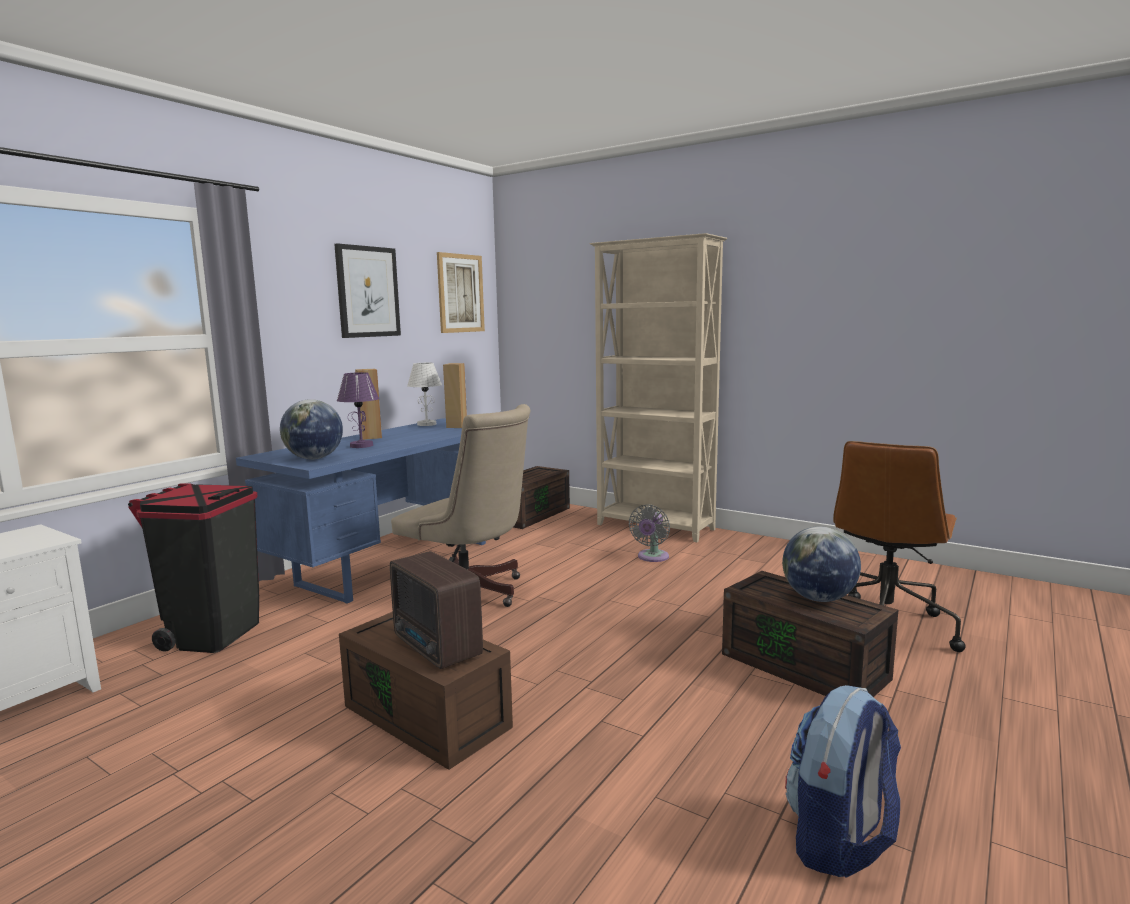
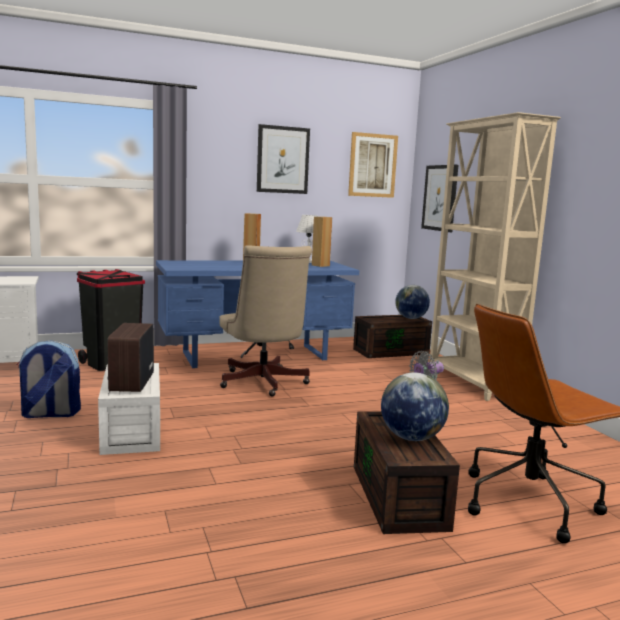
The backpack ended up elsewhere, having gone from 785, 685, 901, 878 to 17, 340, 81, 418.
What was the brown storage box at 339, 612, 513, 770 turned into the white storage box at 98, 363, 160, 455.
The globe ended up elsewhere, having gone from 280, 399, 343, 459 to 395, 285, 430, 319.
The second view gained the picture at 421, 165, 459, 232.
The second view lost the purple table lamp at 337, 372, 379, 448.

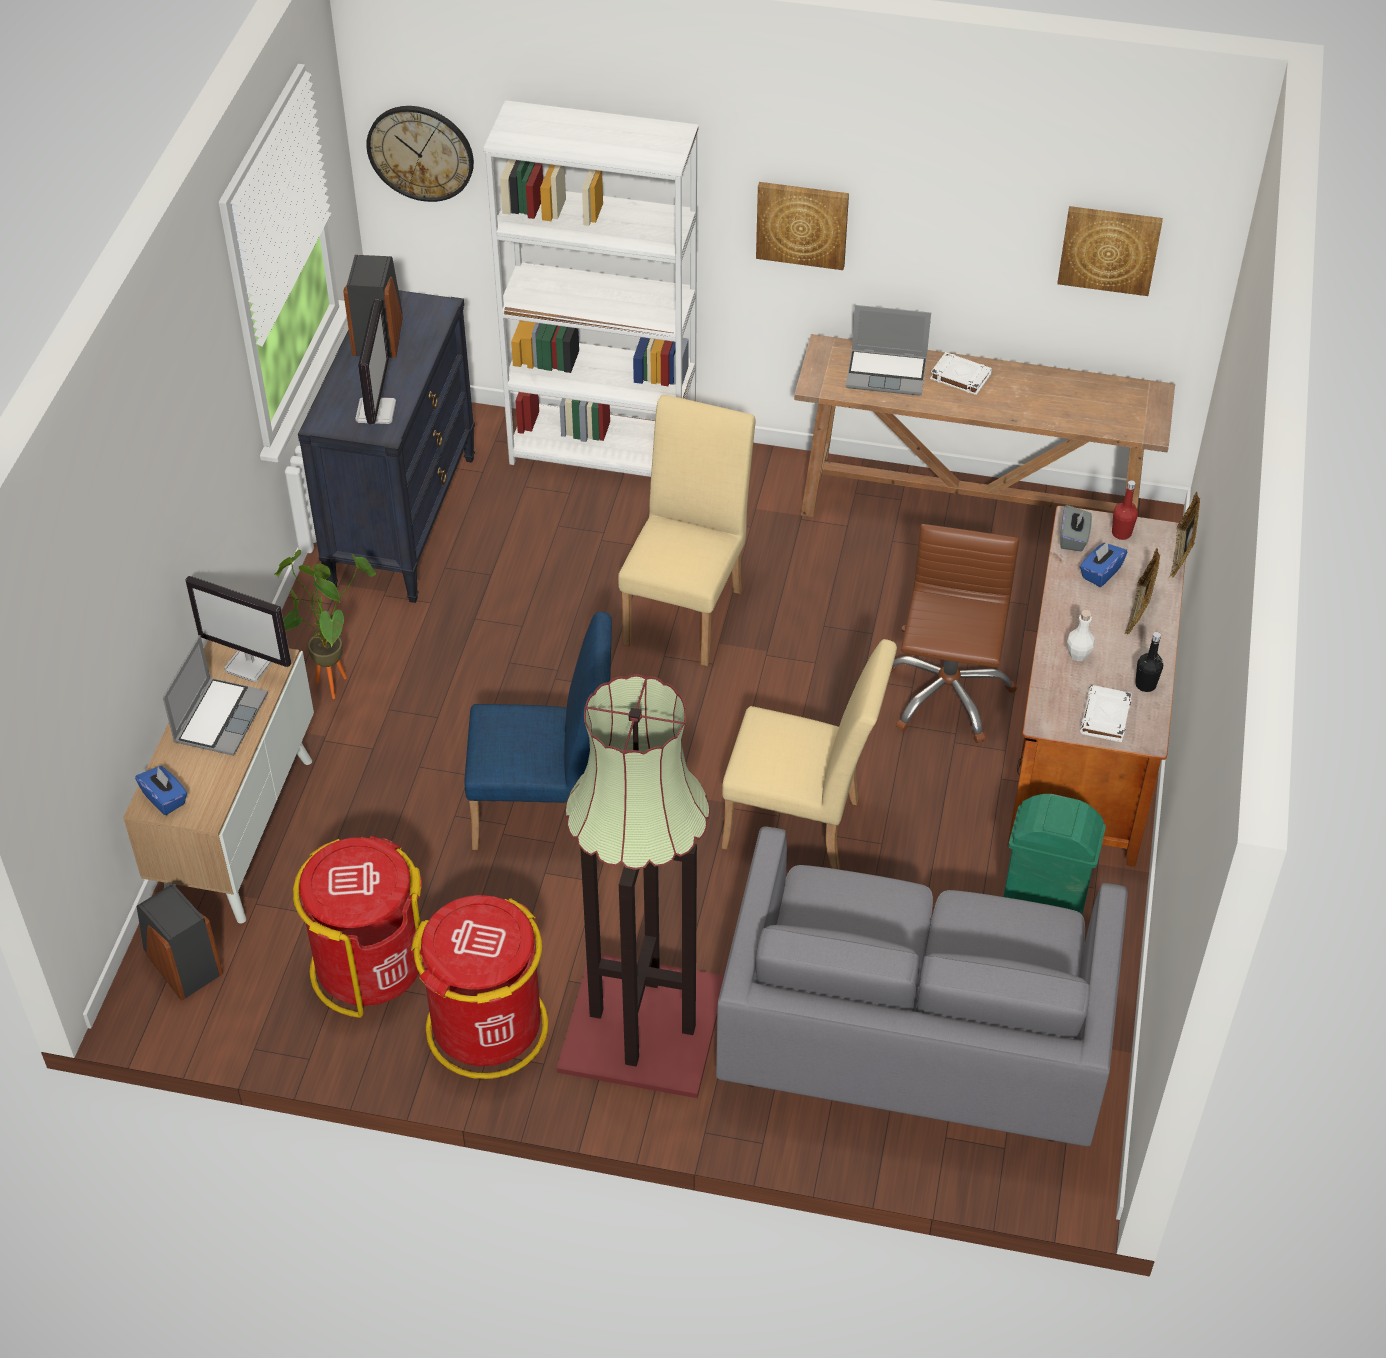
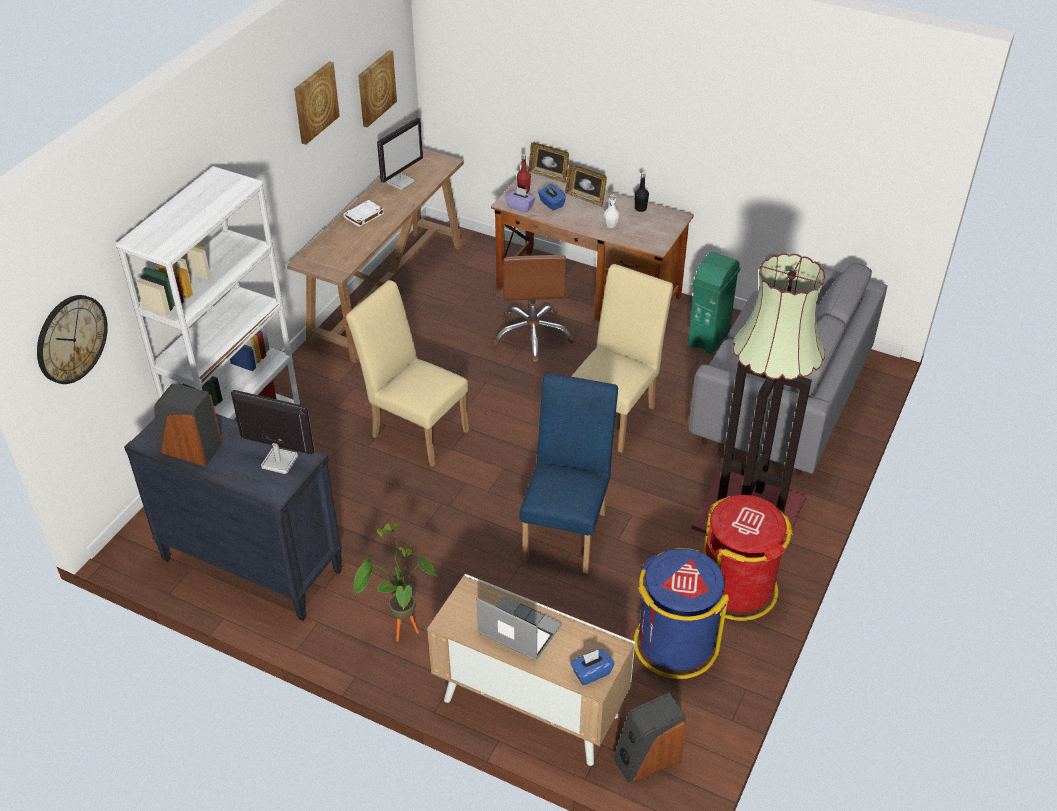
The picture ended up elsewhere, having gone from 756, 182, 849, 270 to 294, 61, 340, 145.
The monitor ended up elsewhere, having gone from 185, 576, 292, 682 to 377, 117, 423, 190.
The brown office chair at 891, 524, 1019, 743 ended up facing another way, 120 degrees counterclockwise from before.
What was the grey tissue box at 1060, 505, 1092, 551 turned into the purple tissue box at 505, 187, 536, 212.
What was the red trash can at 293, 836, 423, 1018 turned into the blue trash can at 633, 548, 729, 679.
The second view lost the laptop at 846, 305, 931, 396.
The second view lost the white book at 1080, 685, 1132, 742.

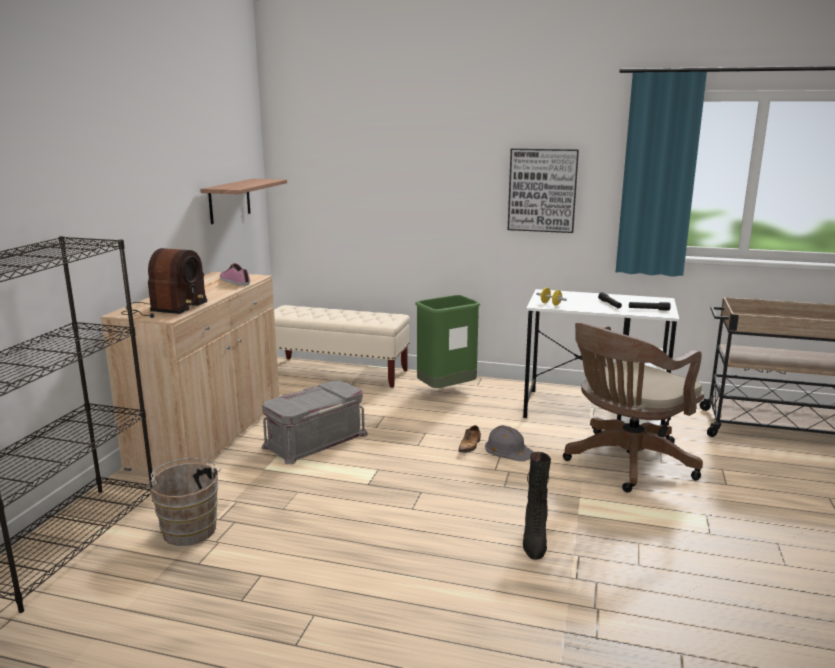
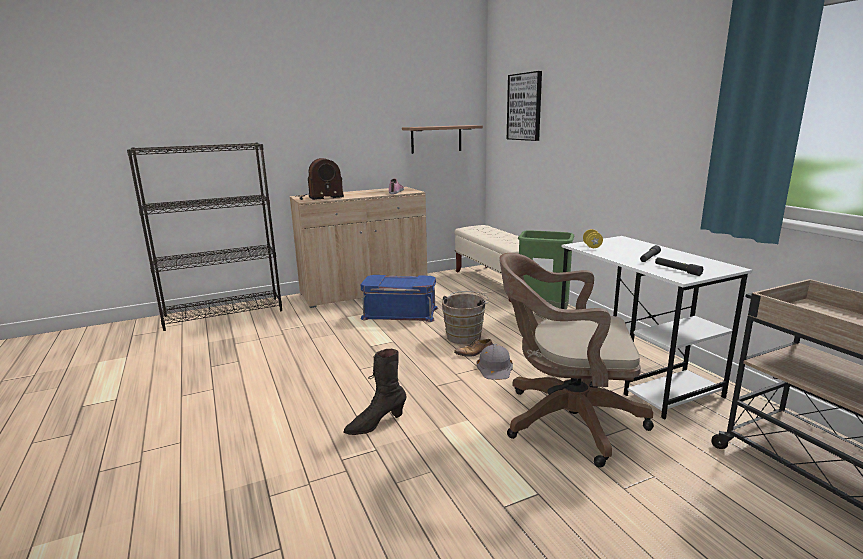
What was the grey storage box at 262, 381, 368, 464 turned into the blue storage box at 361, 275, 438, 322.
The brown bucket ended up elsewhere, having gone from 146, 458, 221, 546 to 442, 291, 489, 344.
The picture ended up elsewhere, having gone from 508, 148, 579, 233 to 507, 71, 542, 141.

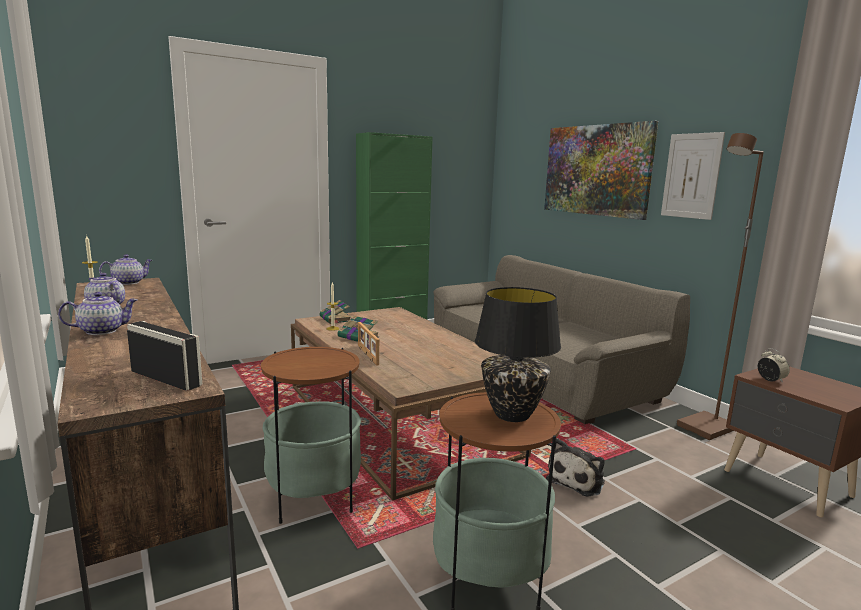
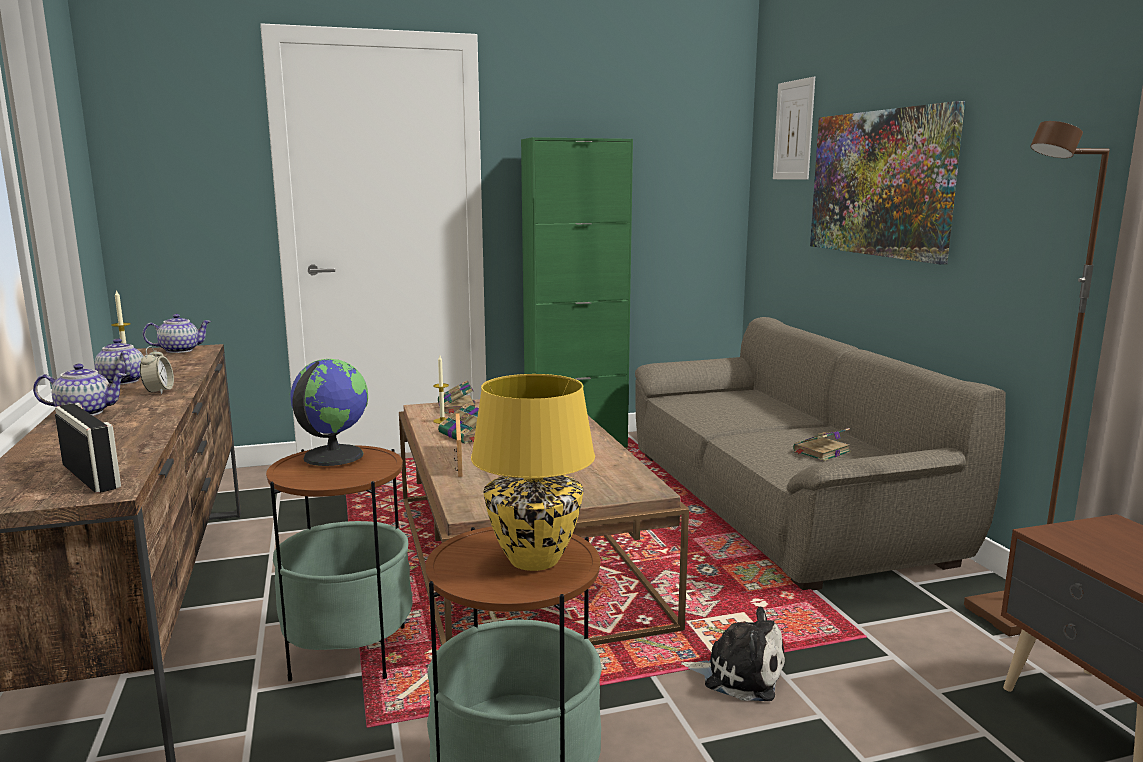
The alarm clock ended up elsewhere, having gone from 758, 348, 790, 383 to 140, 346, 174, 394.
The second view gained the globe at 290, 359, 368, 466.
What was the black table lamp at 475, 287, 561, 422 turned into the yellow table lamp at 471, 374, 595, 571.
The plush toy at 546, 438, 605, 497 ended up facing another way, 120 degrees counterclockwise from before.
The picture ended up elsewhere, having gone from 661, 132, 725, 220 to 773, 77, 815, 180.
The second view gained the book at 793, 428, 851, 461.

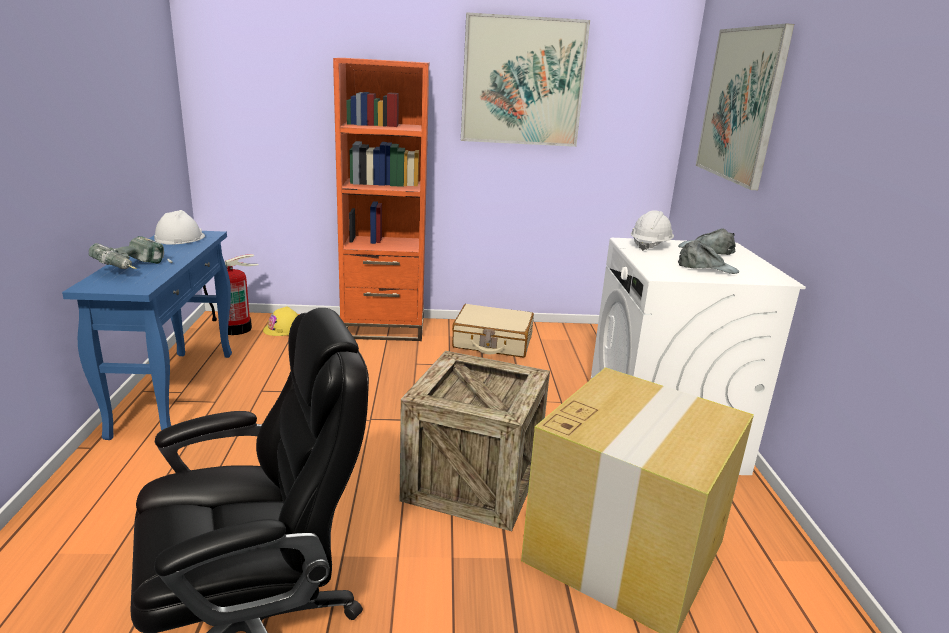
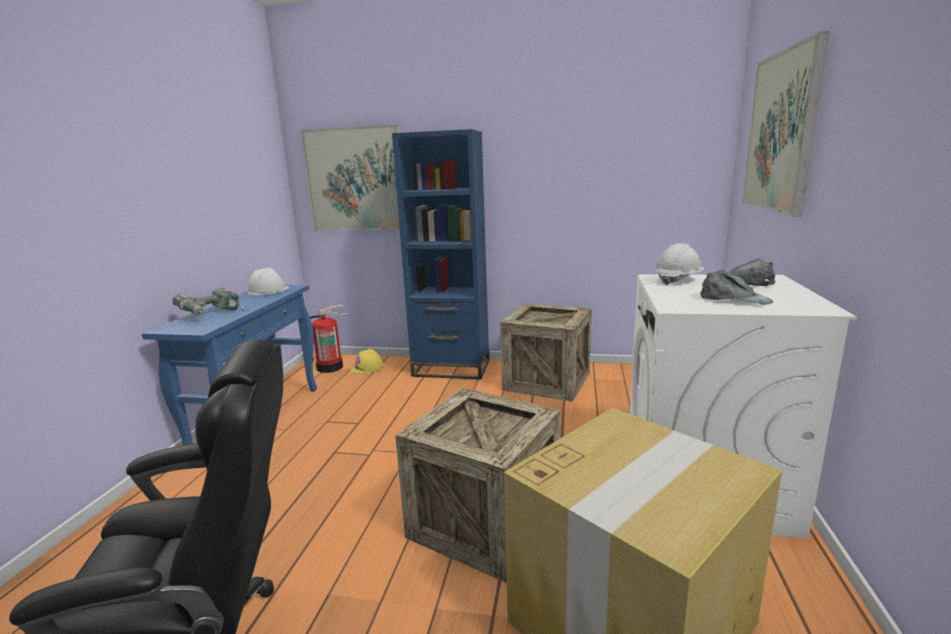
The picture ended up elsewhere, having gone from 461, 12, 590, 147 to 300, 124, 400, 231.
What was the orange bookcase at 333, 58, 430, 341 turned into the blue bookcase at 392, 129, 489, 380.
Where the beige suitcase stood at 452, 304, 534, 358, the crate came to stand at 500, 303, 592, 402.

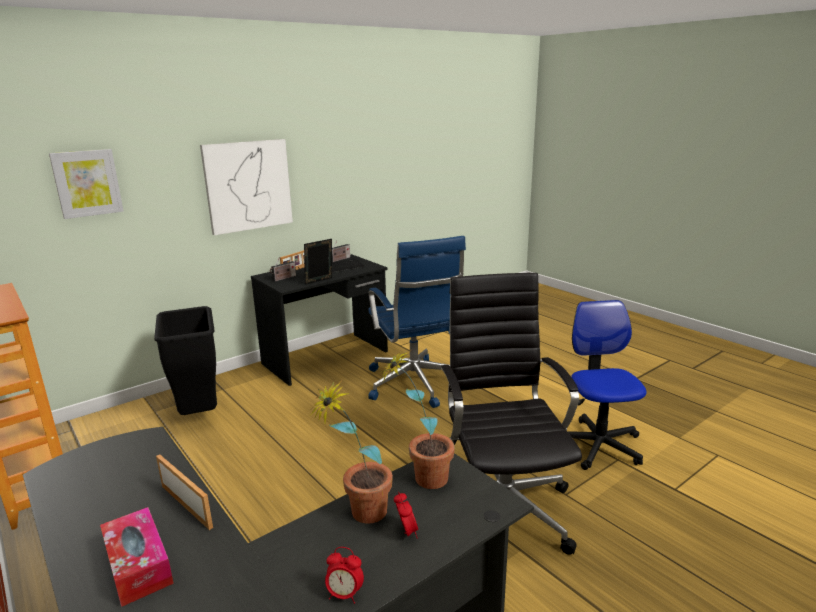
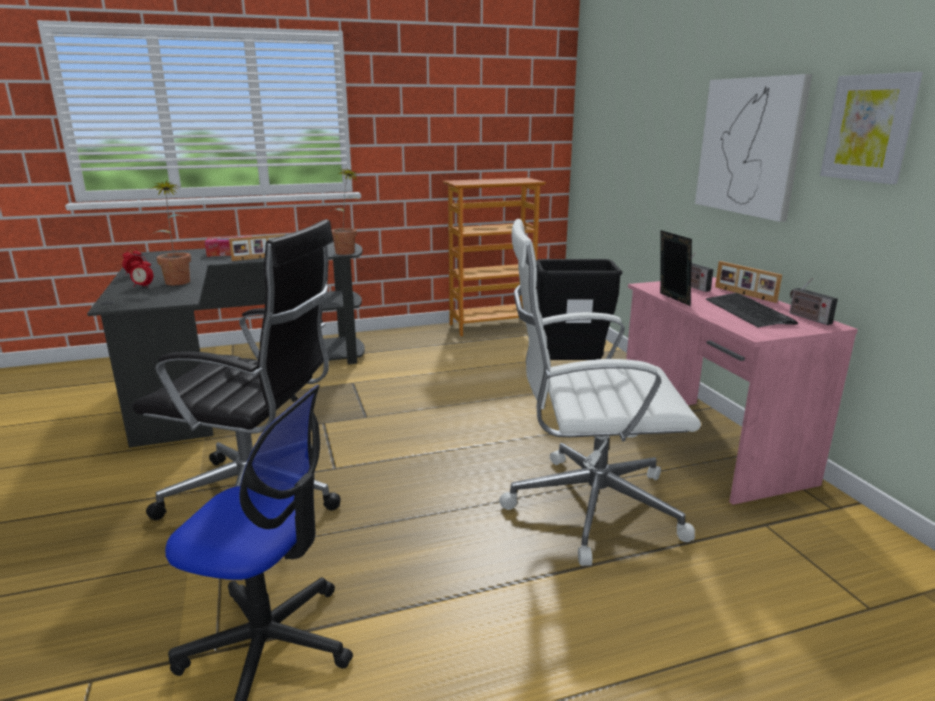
The potted plant ended up elsewhere, having gone from 380, 350, 455, 489 to 330, 169, 361, 255.
What was the blue office chair at 368, 236, 466, 408 turned into the white office chair at 499, 219, 701, 566.
What was the black desk at 251, 254, 388, 386 turned into the pink desk at 626, 277, 858, 505.
The picture ended up elsewhere, having gone from 49, 149, 124, 219 to 820, 72, 923, 184.

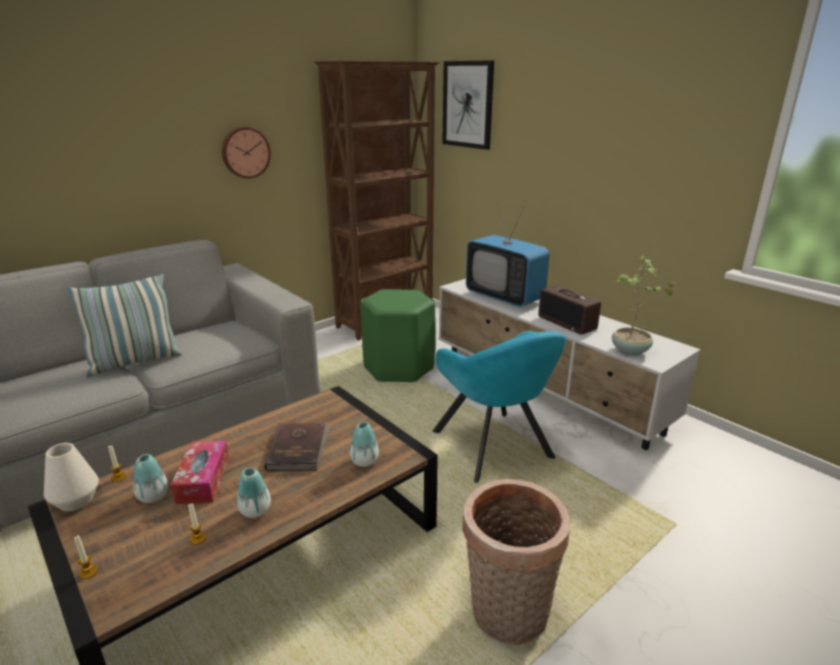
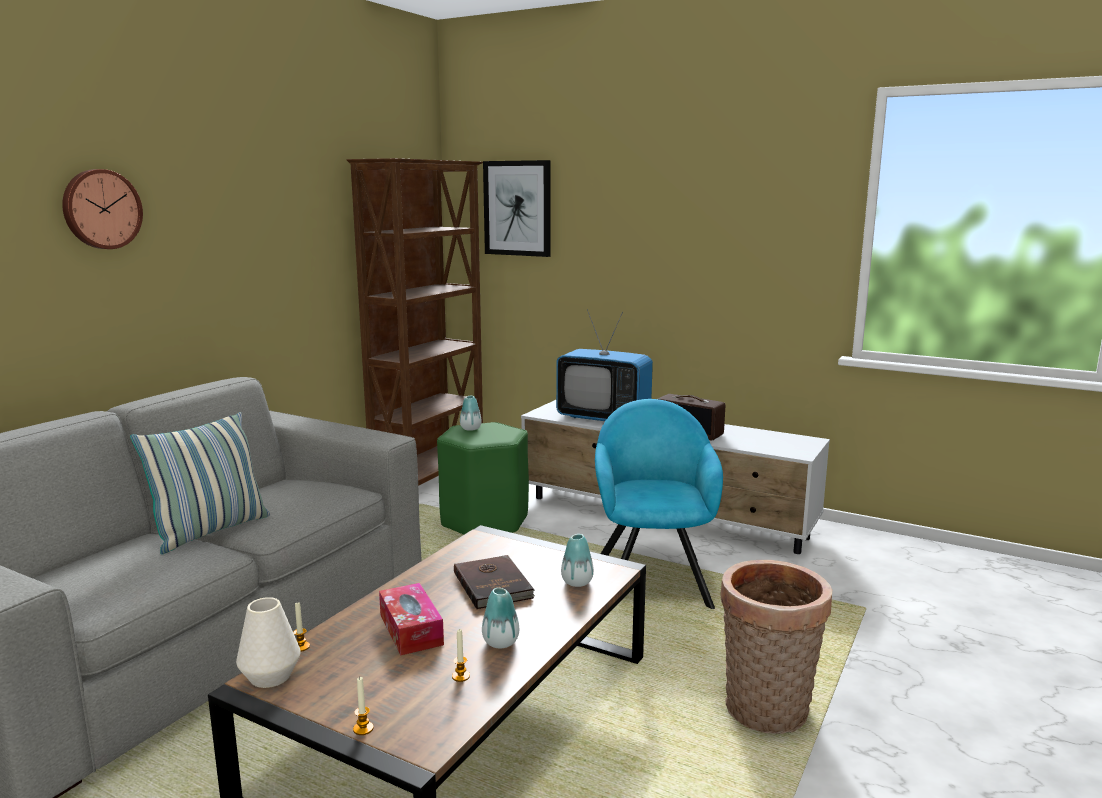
The wall clock ended up elsewhere, having gone from 222, 127, 271, 179 to 62, 169, 143, 249.
The vase ended up elsewhere, having gone from 133, 454, 168, 503 to 460, 396, 481, 431.
The turquoise armchair at 433, 331, 567, 483 ended up facing another way, 135 degrees counterclockwise from before.
The second view lost the potted plant at 612, 256, 679, 356.

